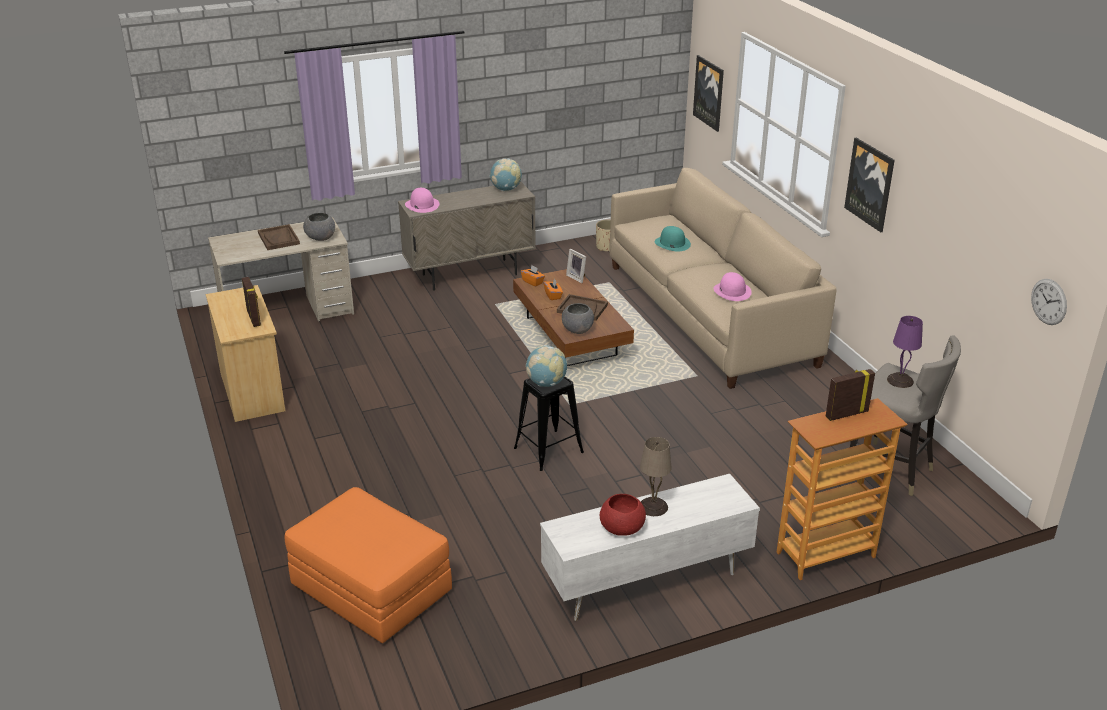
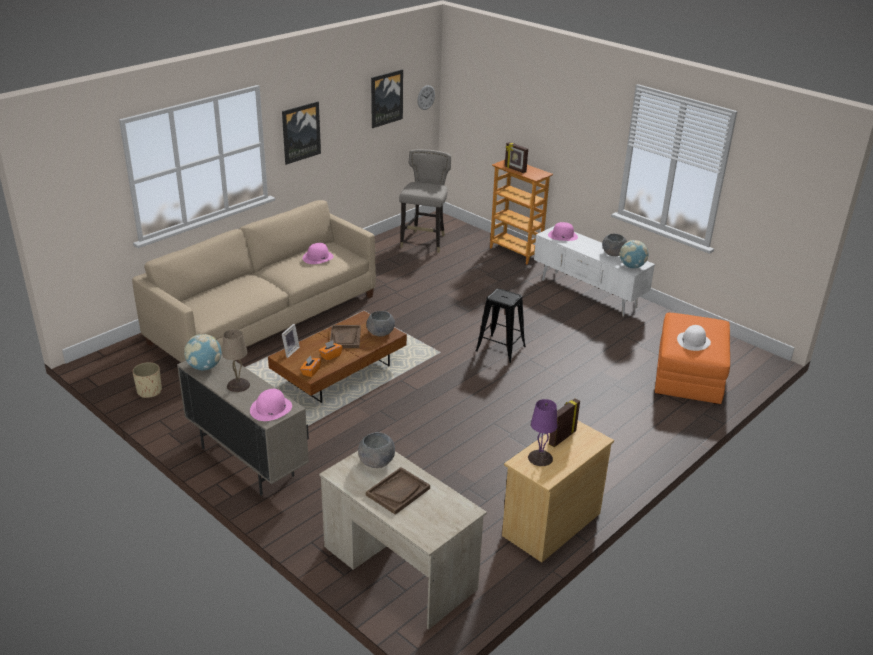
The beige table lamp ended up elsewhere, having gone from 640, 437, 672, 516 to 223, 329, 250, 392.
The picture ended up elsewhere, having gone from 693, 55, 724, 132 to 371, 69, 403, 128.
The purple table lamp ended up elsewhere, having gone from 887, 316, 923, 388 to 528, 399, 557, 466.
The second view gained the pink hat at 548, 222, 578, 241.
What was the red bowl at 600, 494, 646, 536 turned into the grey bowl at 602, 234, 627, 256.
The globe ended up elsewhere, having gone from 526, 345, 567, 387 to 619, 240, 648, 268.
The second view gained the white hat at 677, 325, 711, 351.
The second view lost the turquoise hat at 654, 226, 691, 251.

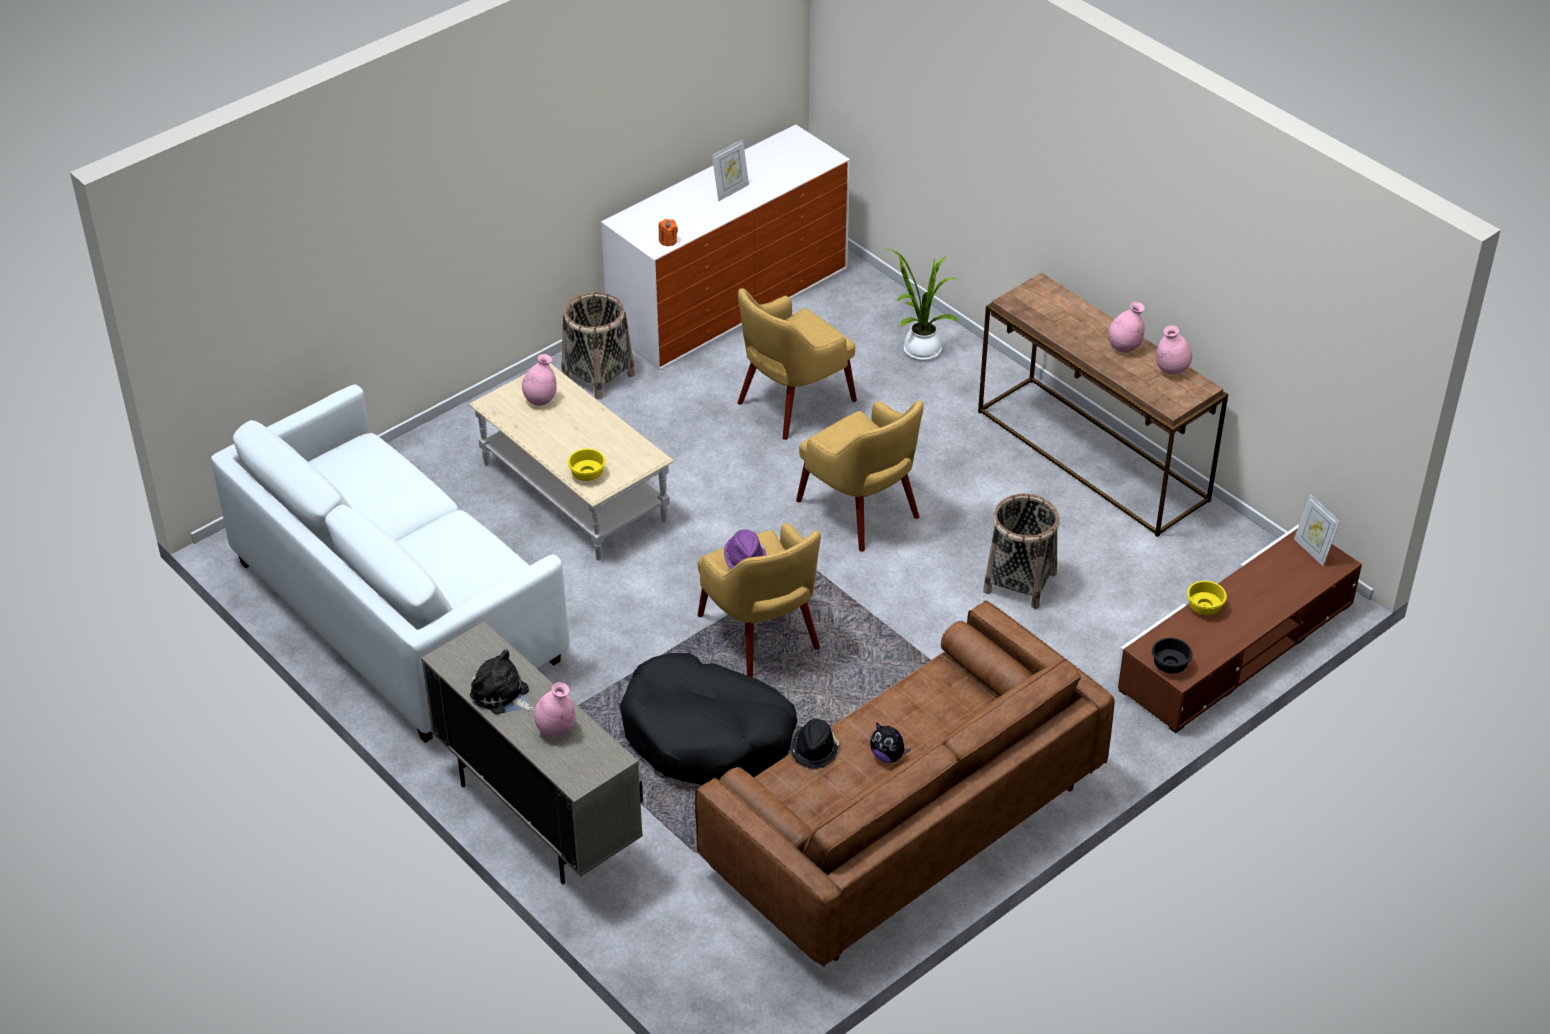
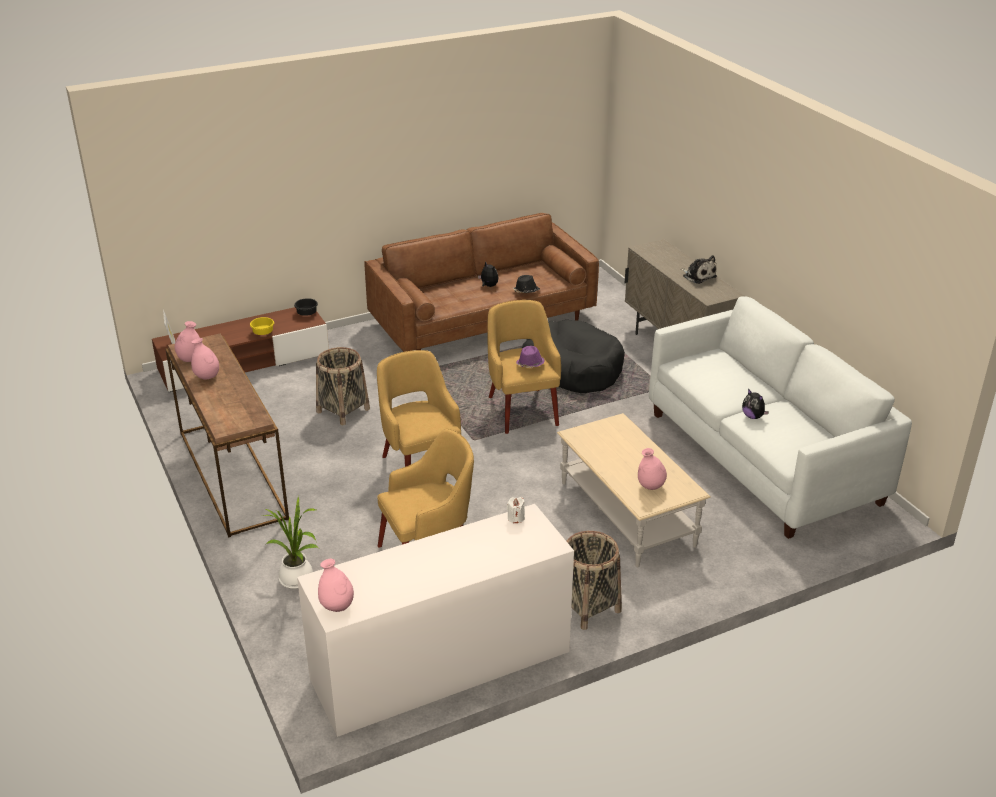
The pink vase ended up elsewhere, having gone from 534, 683, 576, 737 to 318, 559, 354, 612.
What was the orange candle at 659, 219, 678, 246 turned into the white candle at 507, 497, 525, 524.
The second view gained the plush toy at 742, 389, 769, 419.
The second view lost the yellow bowl at 568, 449, 606, 481.
The second view lost the picture frame at 712, 139, 749, 201.

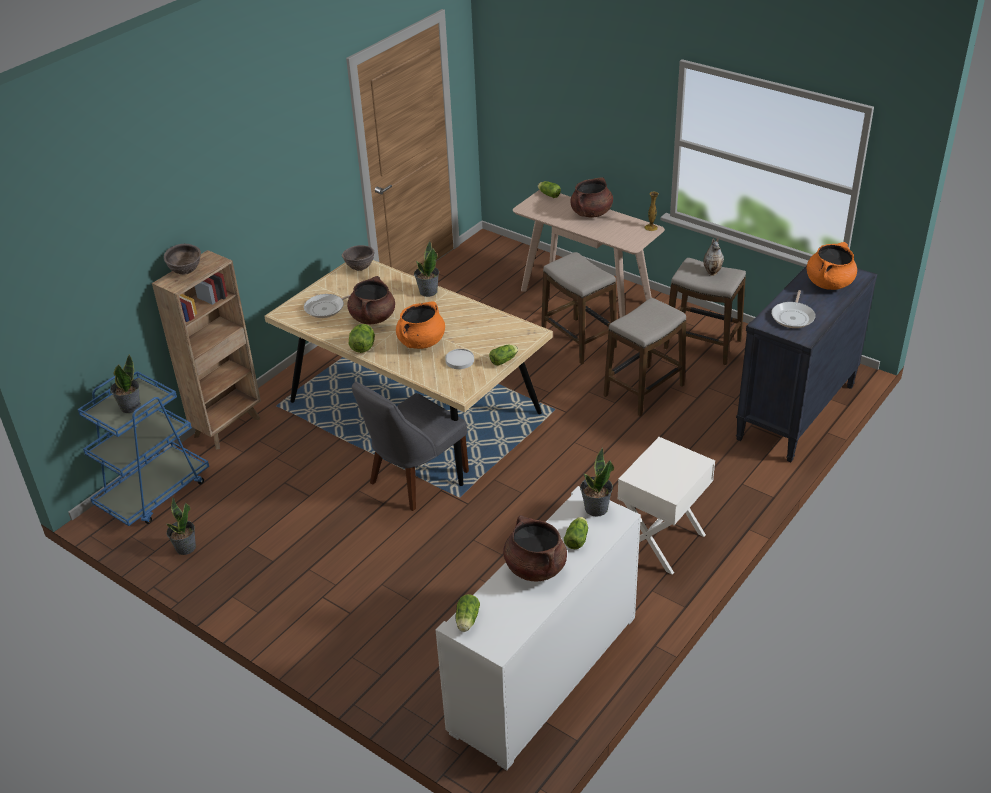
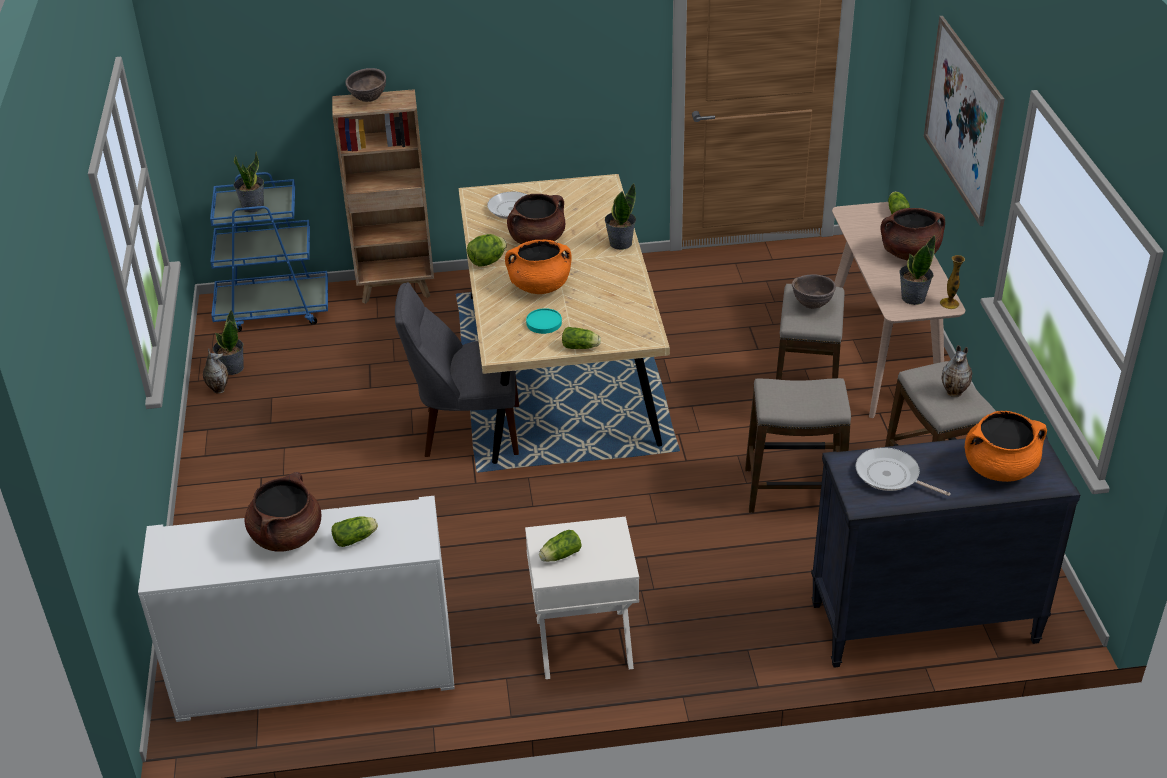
The second view gained the vase at 203, 348, 228, 394.
What was the white plate at 445, 349, 474, 369 turned into the turquoise plate at 526, 308, 562, 334.
The lettuce ended up elsewhere, having gone from 455, 594, 480, 632 to 539, 530, 581, 562.
The brown bowl ended up elsewhere, having gone from 342, 245, 374, 271 to 792, 274, 836, 309.
The frying pan at 771, 290, 816, 328 ended up facing another way, 60 degrees clockwise from before.
The potted plant ended up elsewhere, having gone from 580, 448, 614, 517 to 899, 235, 935, 305.
The second view gained the picture at 924, 16, 1005, 226.

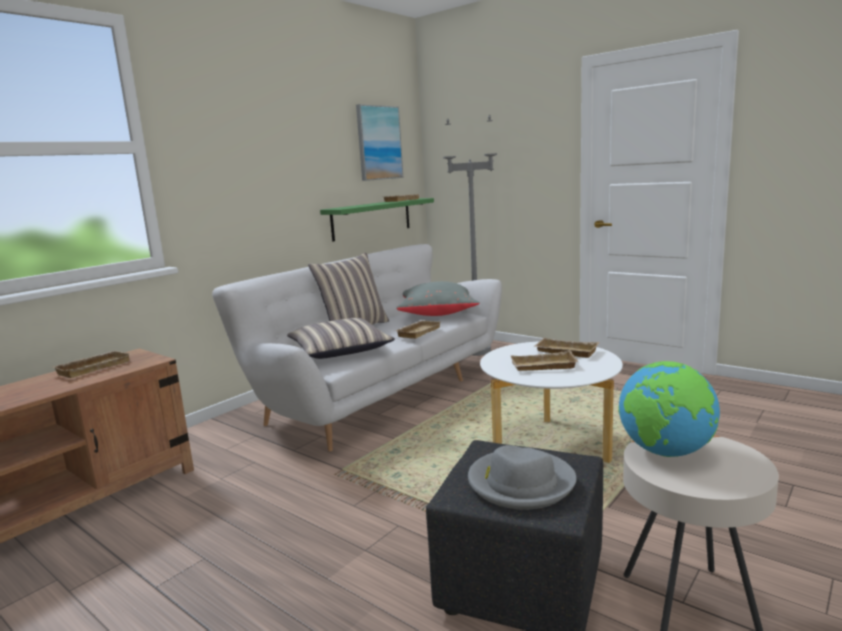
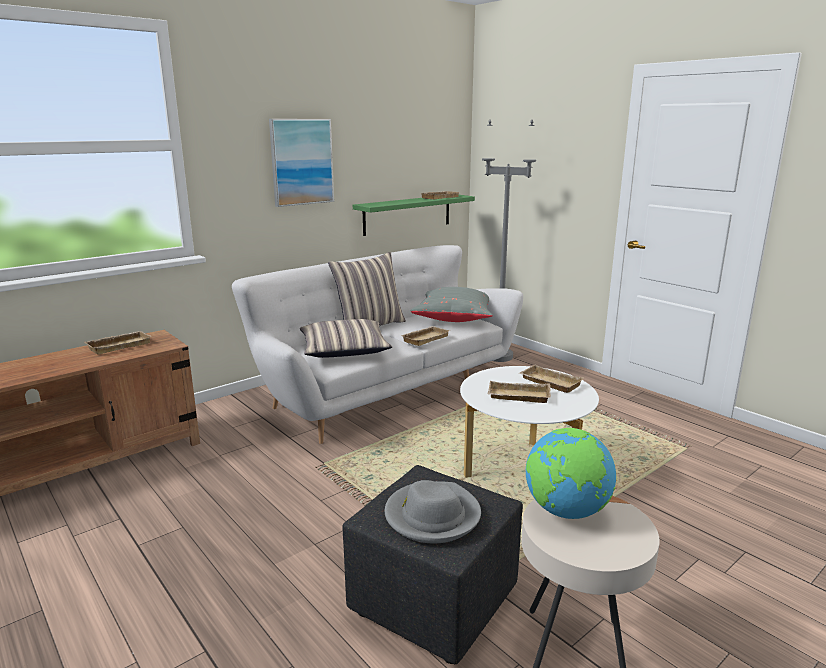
The picture ended up elsewhere, having gone from 356, 104, 403, 181 to 269, 119, 334, 207.

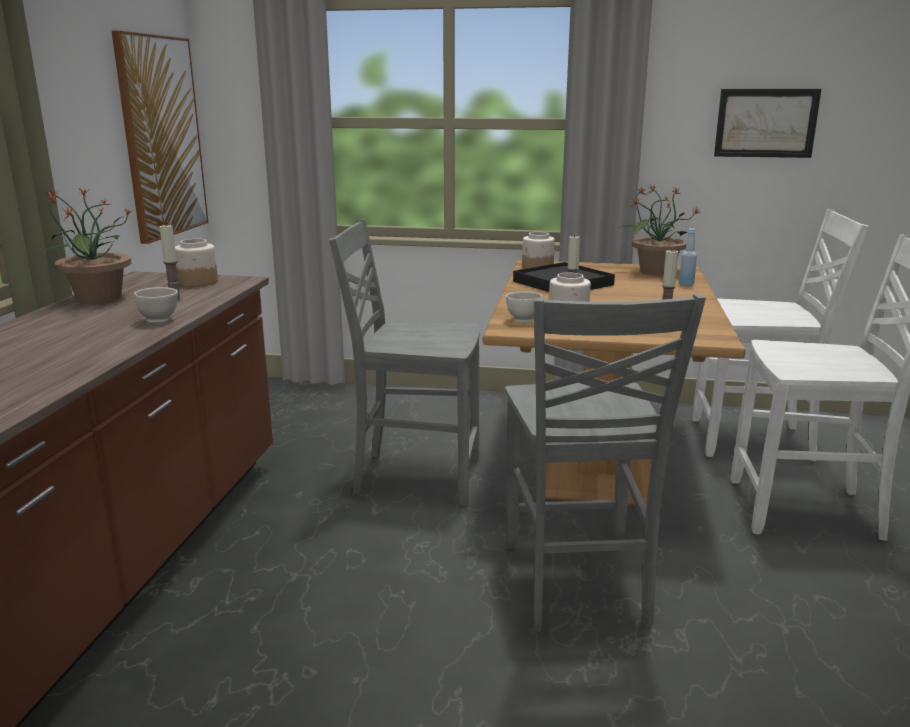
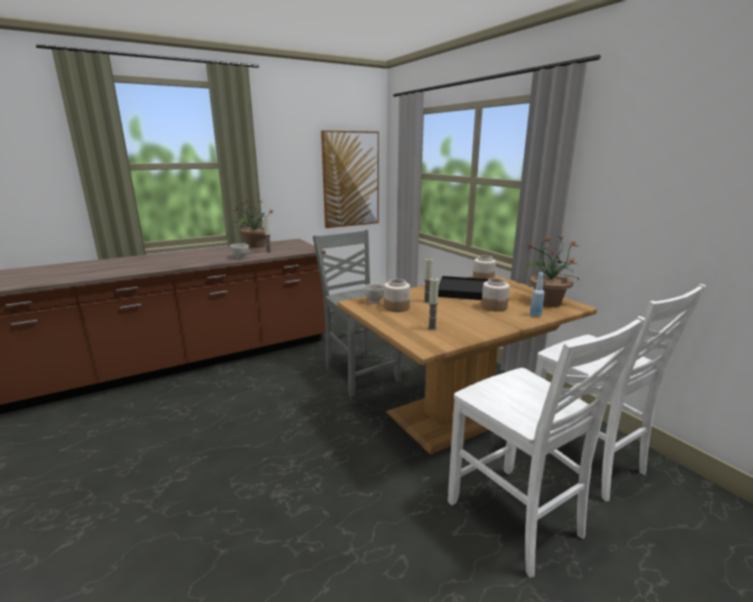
The jar ended up elsewhere, having gone from 175, 239, 218, 287 to 481, 278, 510, 312.
The second view lost the grey chair at 505, 294, 706, 632.
The second view lost the picture at 714, 89, 821, 158.

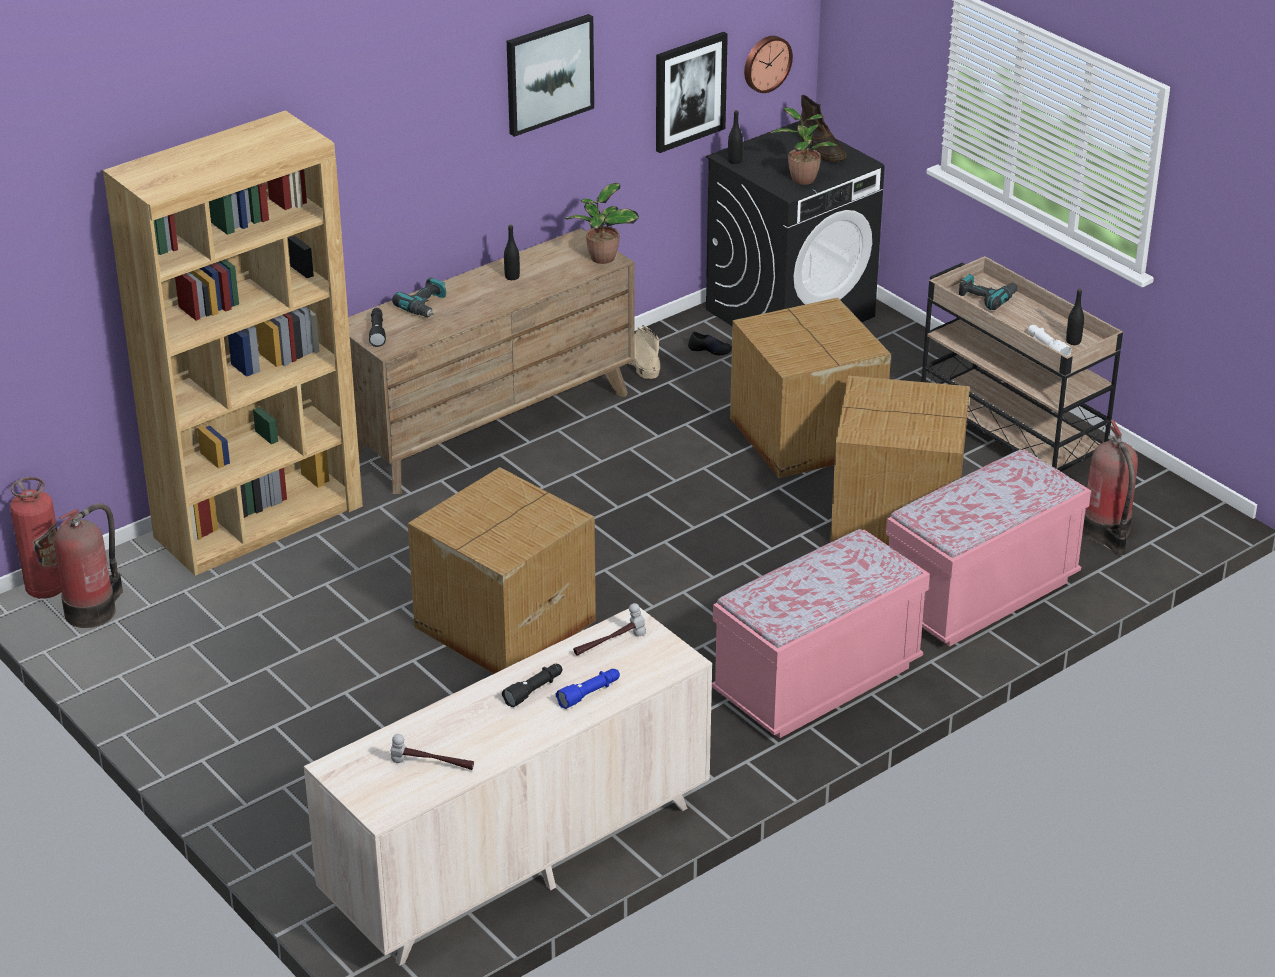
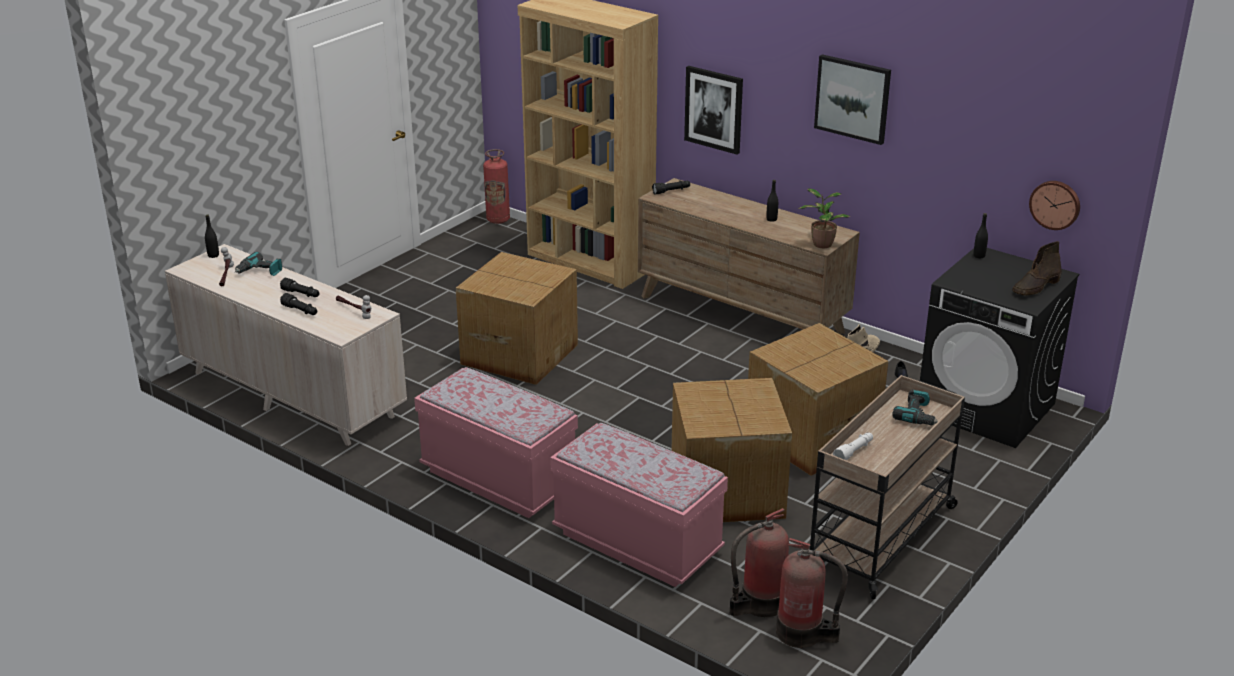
The black bottle ended up elsewhere, having gone from 1066, 289, 1084, 345 to 205, 215, 219, 258.
The power drill ended up elsewhere, having gone from 392, 277, 446, 317 to 235, 252, 282, 276.
What was the blue flashlight at 556, 669, 620, 709 turned into the black flashlight at 280, 293, 317, 315.
The picture ended up elsewhere, having gone from 656, 32, 728, 153 to 684, 66, 743, 154.
The fire extinguisher ended up elsewhere, having gone from 54, 503, 123, 628 to 776, 538, 848, 648.
The second view lost the potted plant at 770, 107, 837, 185.

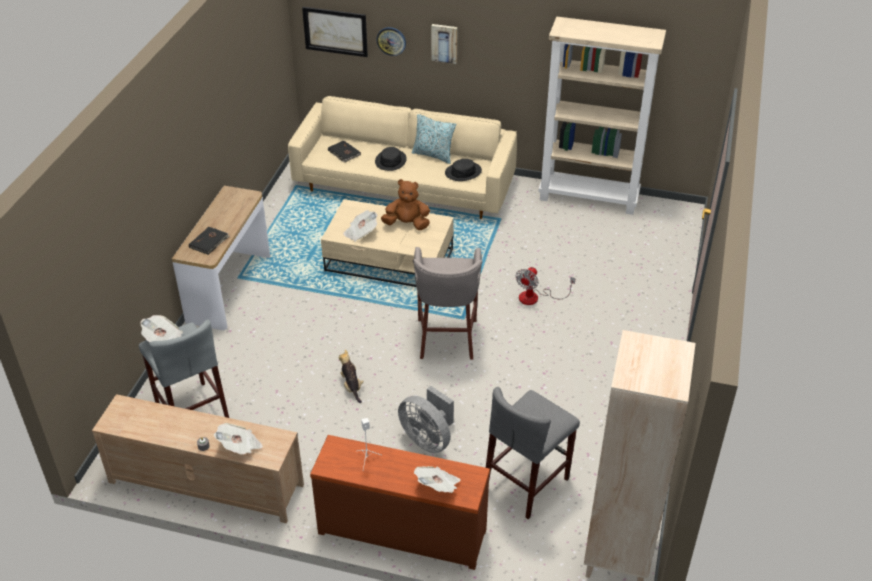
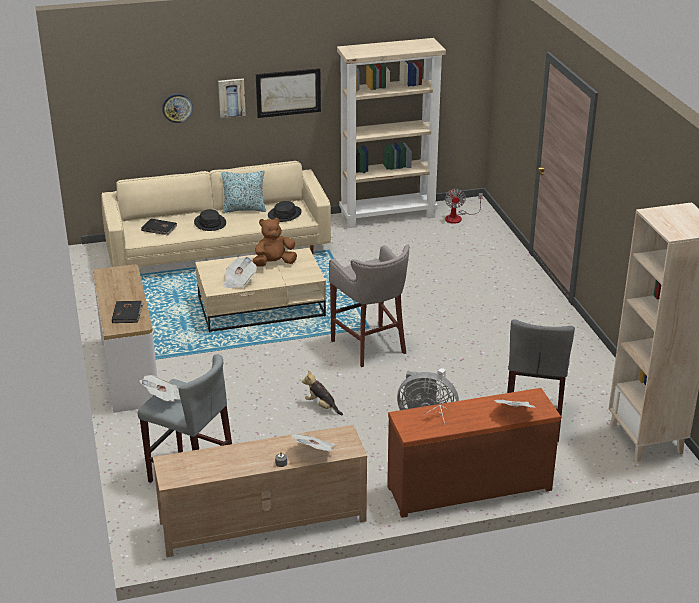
The picture ended up elsewhere, having gone from 302, 7, 368, 57 to 256, 68, 321, 118.
The fan ended up elsewhere, having gone from 515, 267, 576, 305 to 445, 188, 483, 224.

